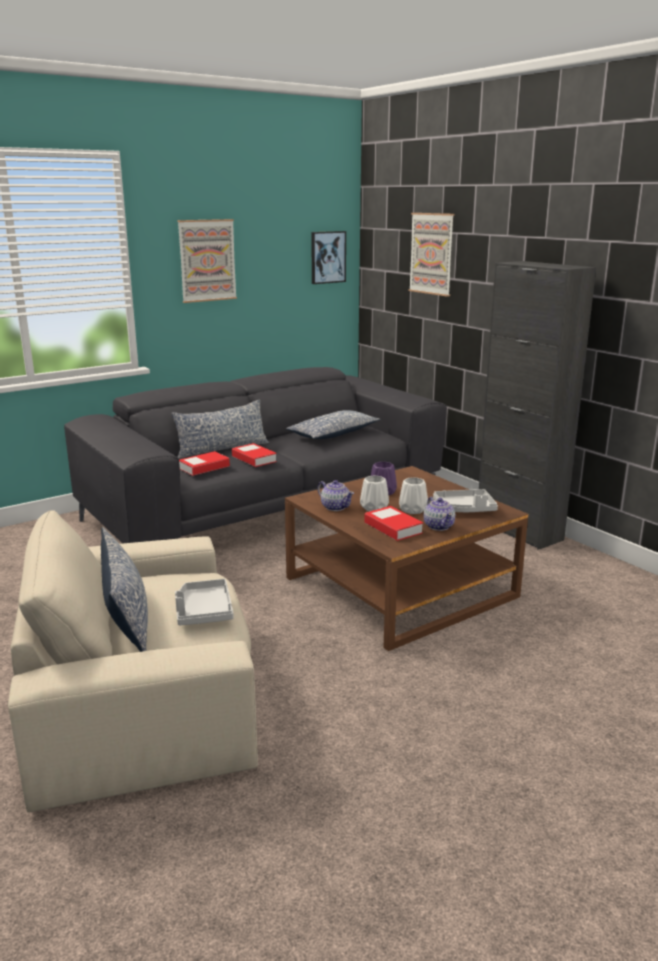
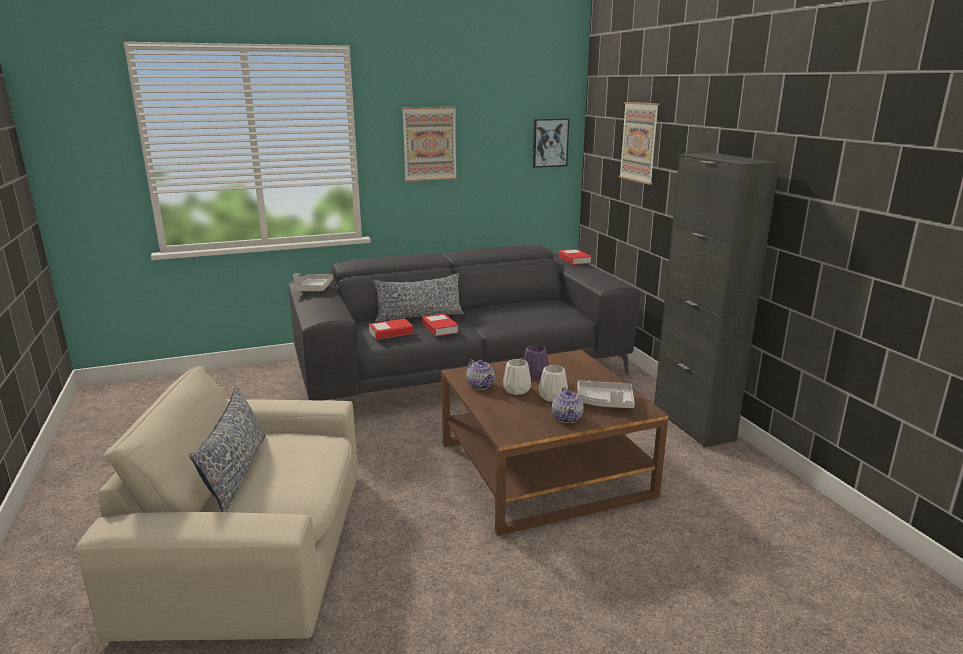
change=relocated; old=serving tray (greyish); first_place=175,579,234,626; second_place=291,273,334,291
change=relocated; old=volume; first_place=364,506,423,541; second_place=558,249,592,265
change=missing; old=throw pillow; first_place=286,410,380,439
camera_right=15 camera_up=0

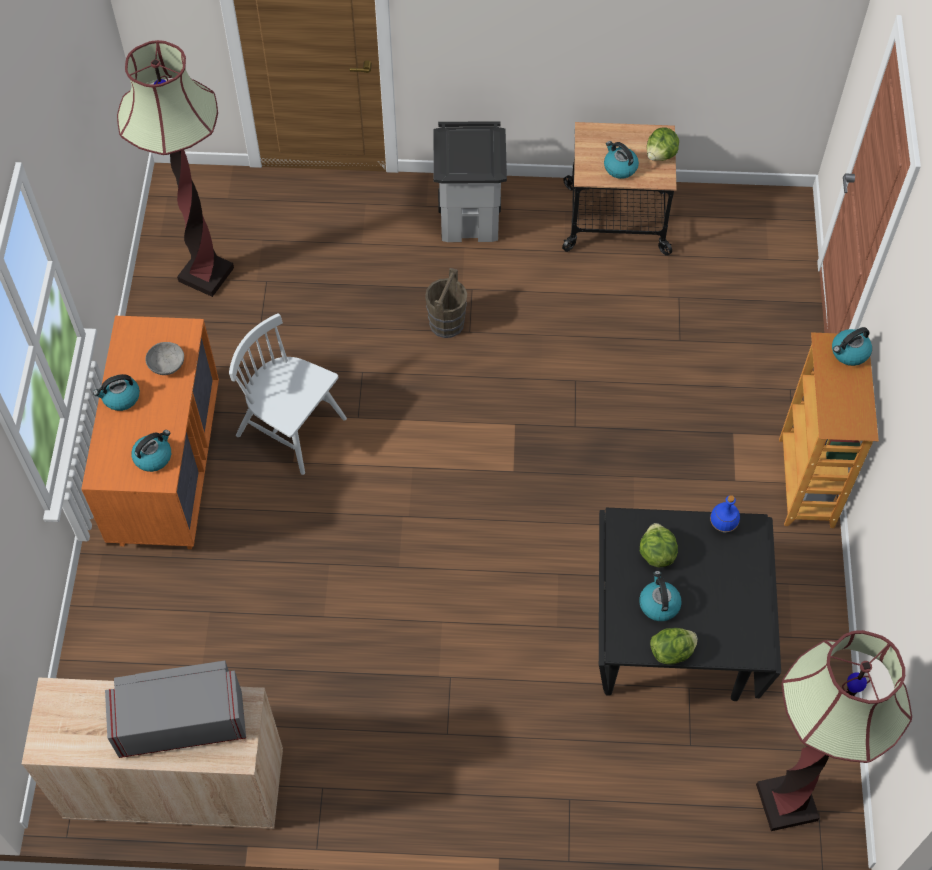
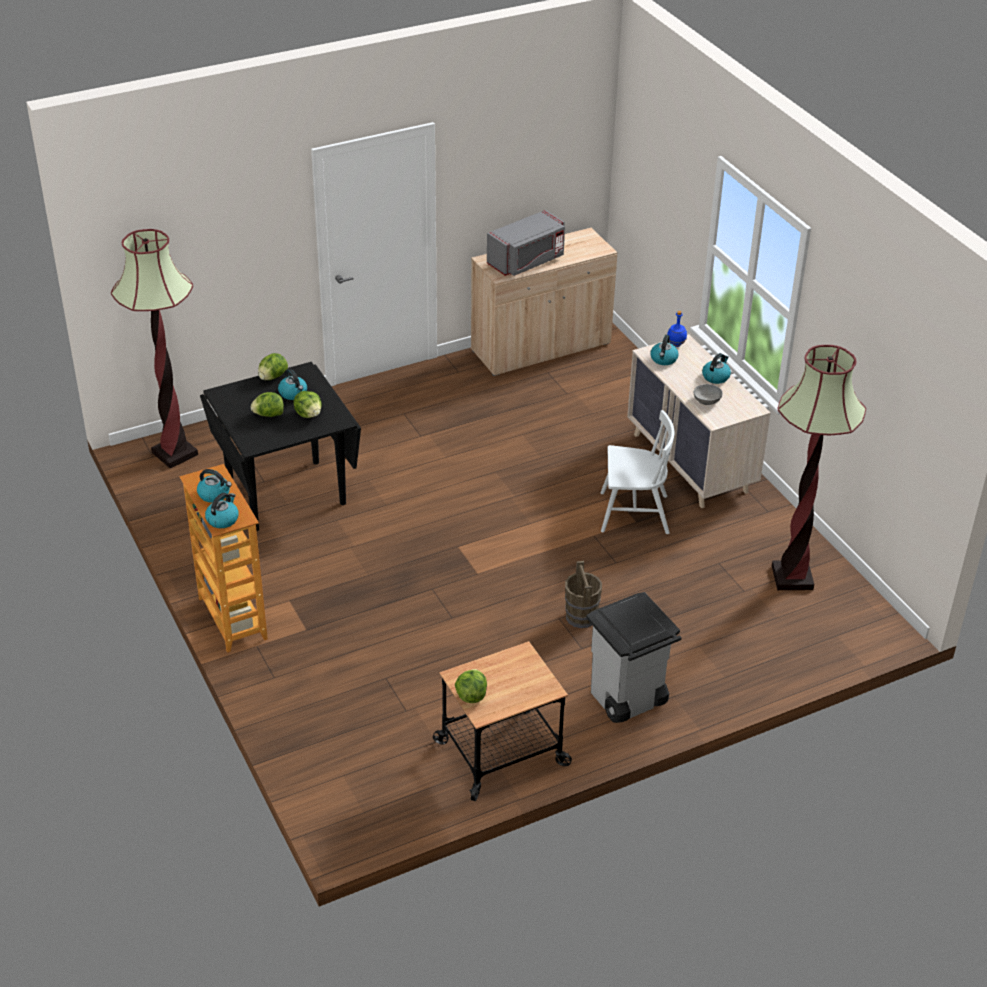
change=relocated; old=kettle; first_place=604,141,639,179; second_place=197,469,232,503
change=appeared; new=head of lettuce; second_place=251,392,284,417
change=colour; old=dresser (orangey); new=dresser (beige-coloured); first_place=81,316,219,549; second_place=627,334,771,508
change=relocated; old=beverage bottle (bluish); first_place=710,495,740,532; second_place=667,311,687,347
camera_right=150 camera_up=-20

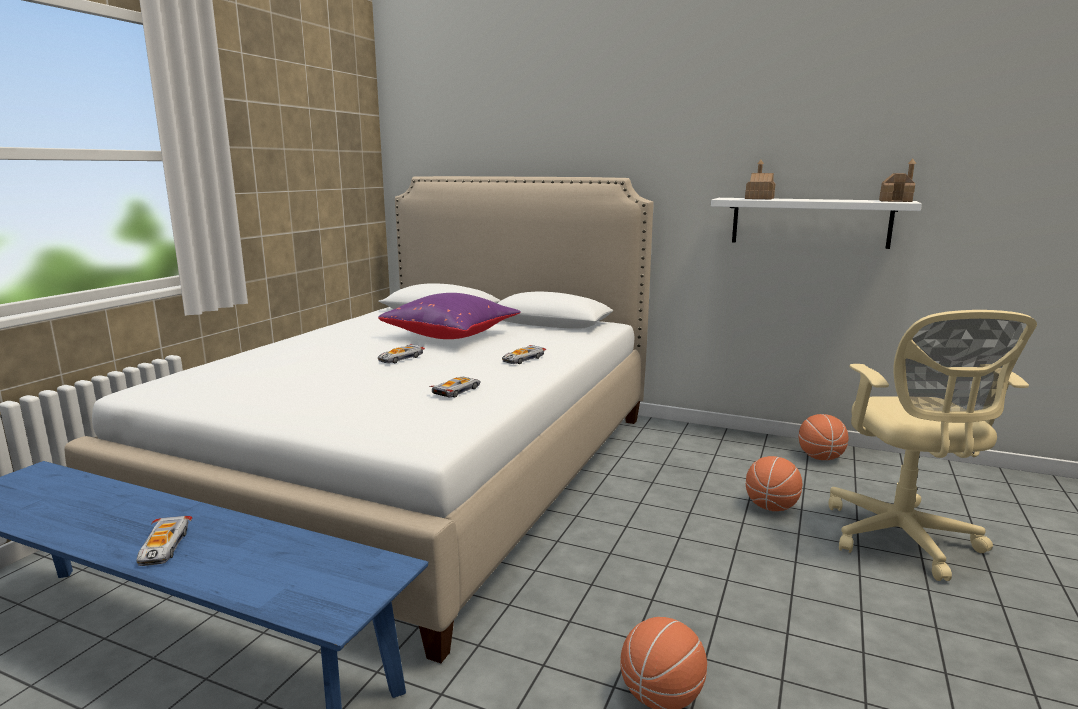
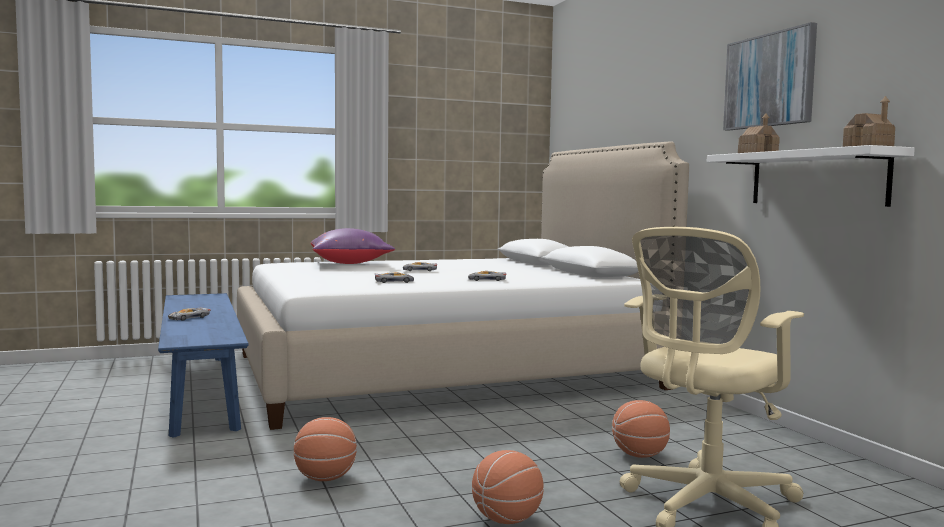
change=relocated; old=throw pillow (purple); first_place=378,293,520,339; second_place=311,228,395,264
change=relocated; old=basketball; first_place=799,414,849,460; second_place=472,450,544,524
change=appeared; new=wall art; second_place=723,22,817,131
camera_right=45 camera_up=-10

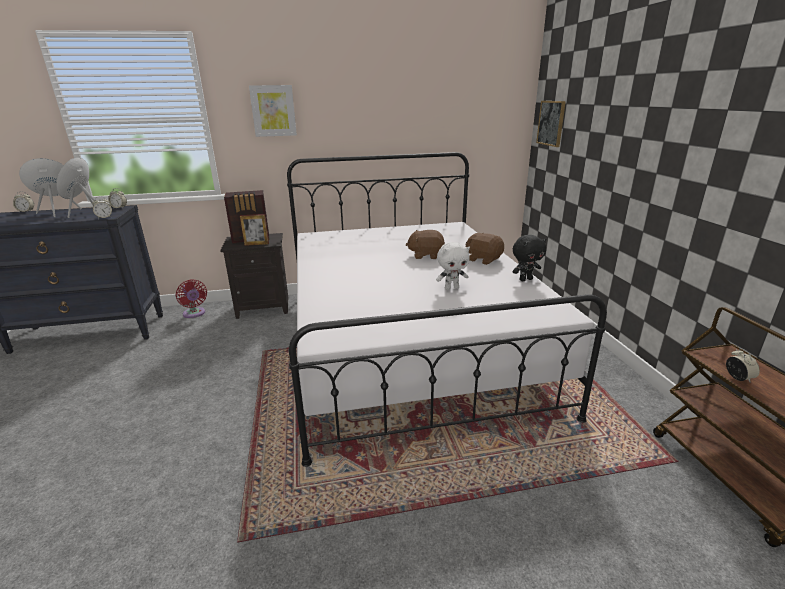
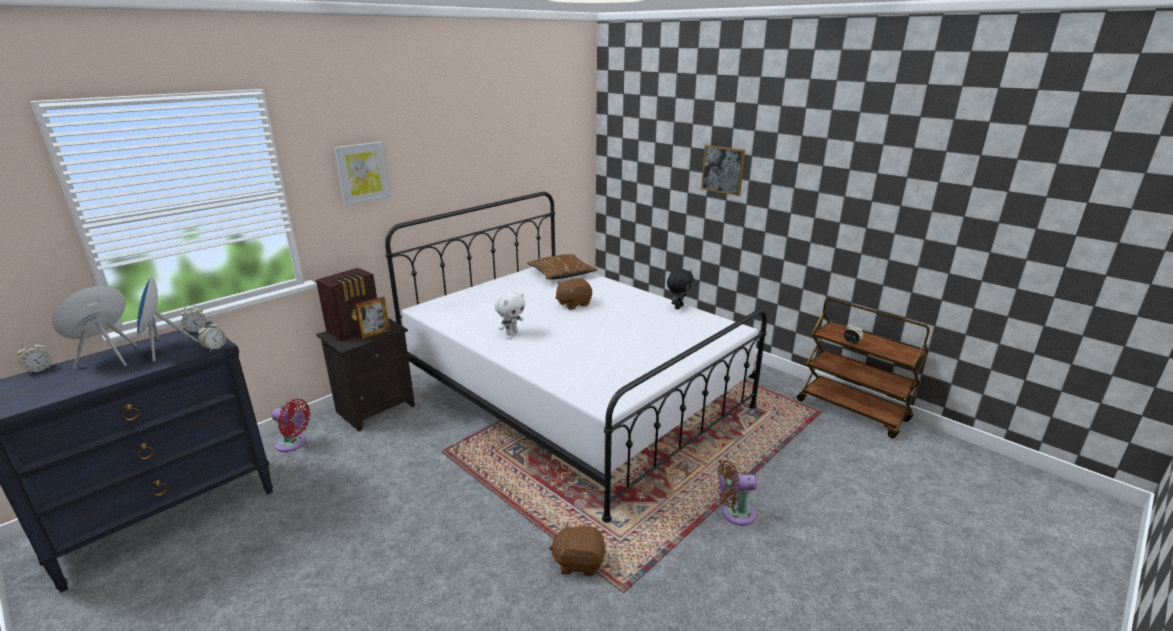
change=relocated; old=plush toy (white); first_place=436,242,470,290; second_place=495,291,525,336
change=appeared; new=throw pillow (brownish); second_place=527,254,597,280
change=relocated; old=plush toy (brownish); first_place=465,233,504,265; second_place=549,522,606,576
change=relocated; old=wall art; first_place=536,101,566,147; second_place=701,145,745,196
change=appeared; new=electric fan (brownish); second_place=717,460,757,526
camera_right=-35 camera_up=0

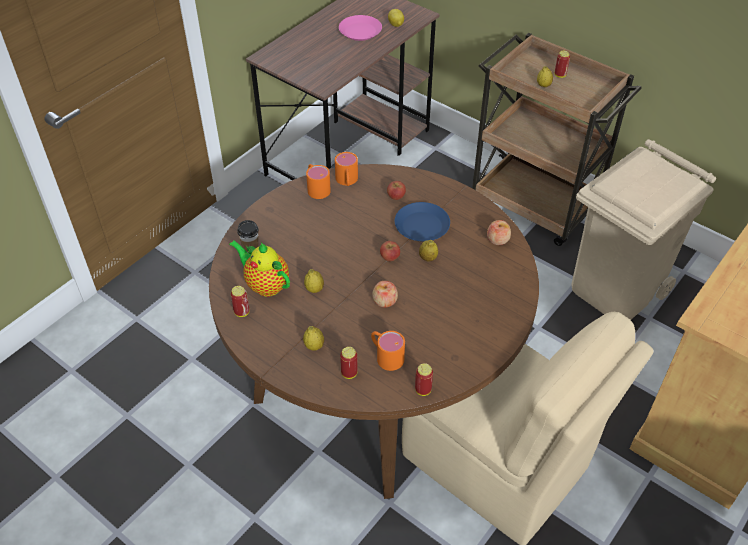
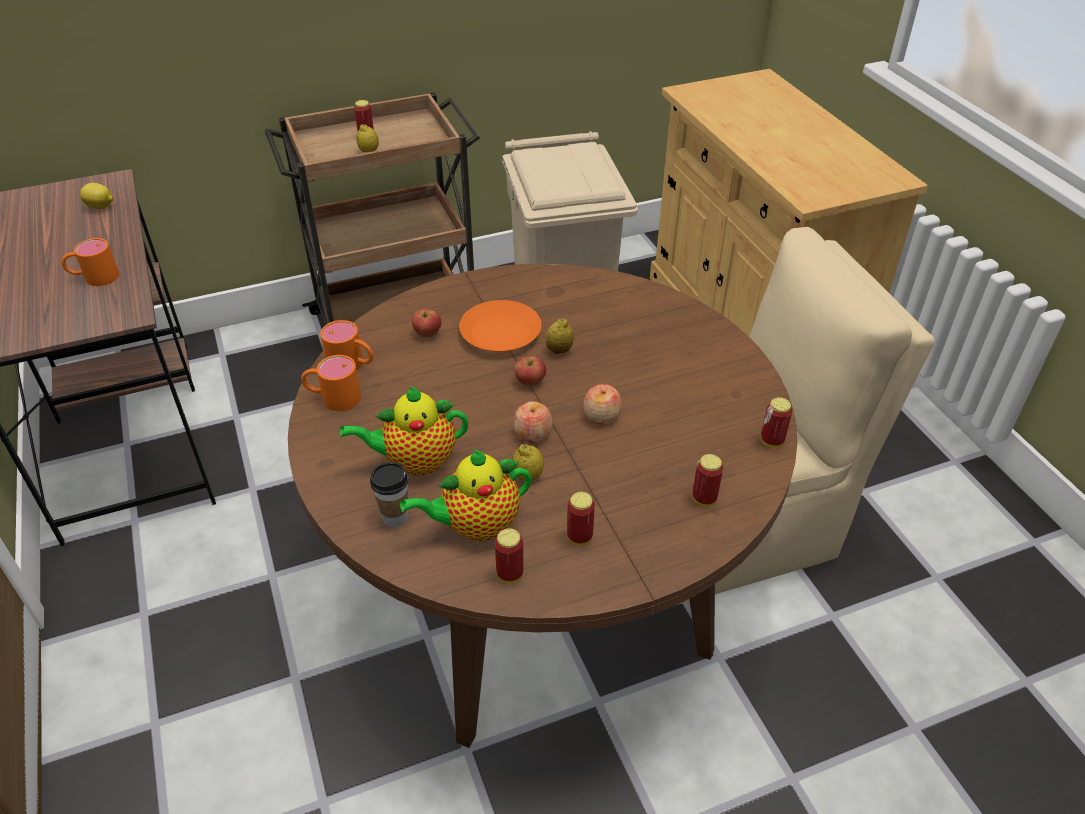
change=relocated; old=tea mug (orangey); first_place=371,331,405,371; second_place=61,238,119,286
change=appeared; new=teapot; second_place=340,386,468,476
change=colour; old=dinner plate (bluish); new=dinner plate (orangey); first_place=395,202,450,241; second_place=459,300,541,352
change=relocated; old=whole apple; first_place=487,220,511,245; second_place=513,401,553,443
change=appeared; new=can; second_place=567,492,595,545
change=missing; old=whole lemon; first_place=303,326,324,351
change=missing; old=dinner plate (pinkish); first_place=339,15,382,41
camera_right=-60 camera_up=-5

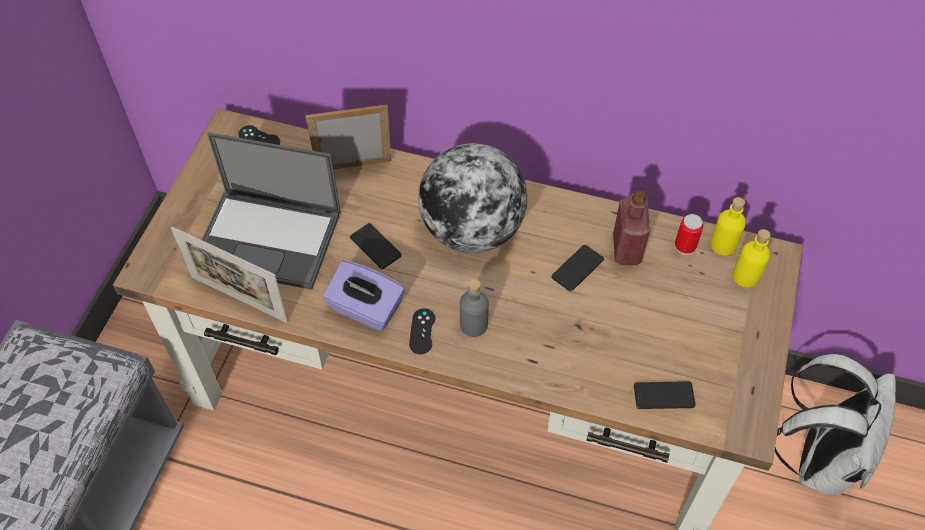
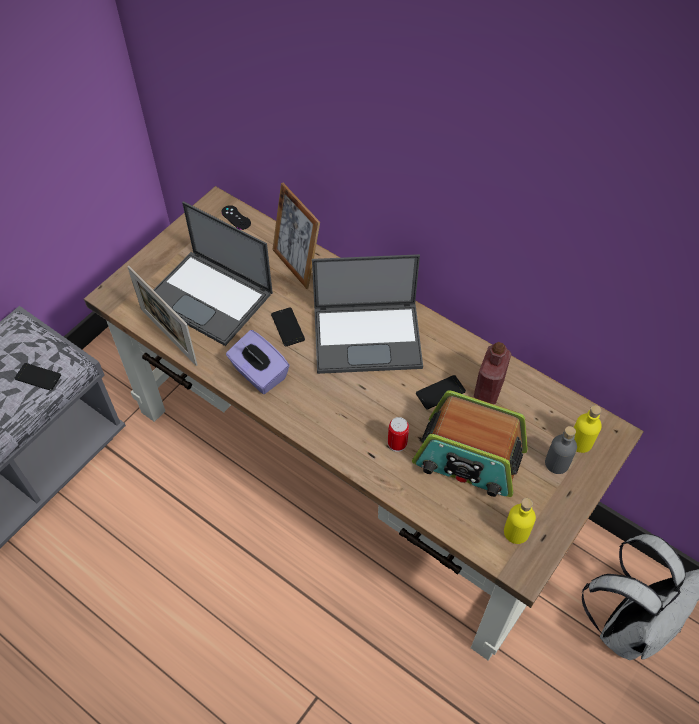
change=relocated; old=phone; first_place=634,381,696,409; second_place=15,363,61,391
change=spun; old=standing frame; first_place=305,105,391,169; second_place=272,183,320,289; degrees=-135
change=exchanged; old=desk globe; new=laptop; first_place=418,143,528,253; second_place=312,254,423,374
change=relocated; old=can; first_place=675,214,704,255; second_place=388,417,409,452
change=appeared; new=radio set; second_place=412,390,528,497
change=relocated; old=beverage bottle (yellowish); first_place=710,197,746,256; second_place=504,498,536,544
change=relocated; old=beverage bottle (greyish); first_place=460,279,489,337; second_place=545,426,577,474
change=missing; old=joypad (black-coloured); first_place=409,308,435,354
camera_right=20 camera_up=0

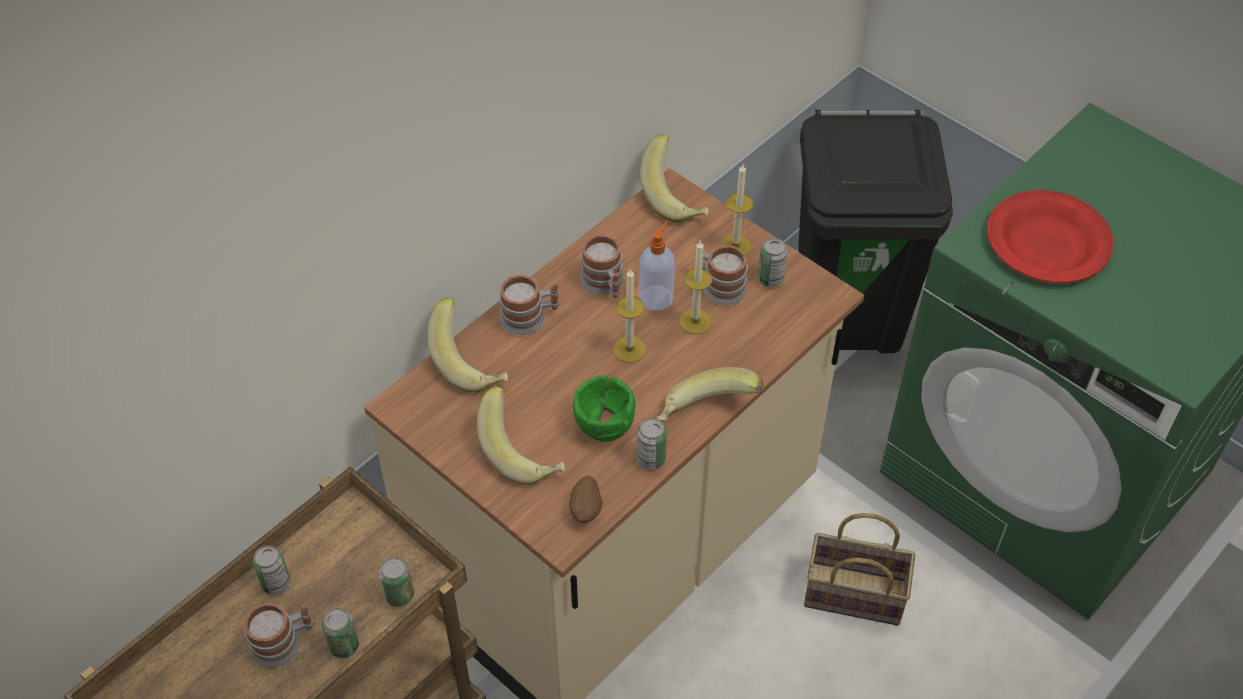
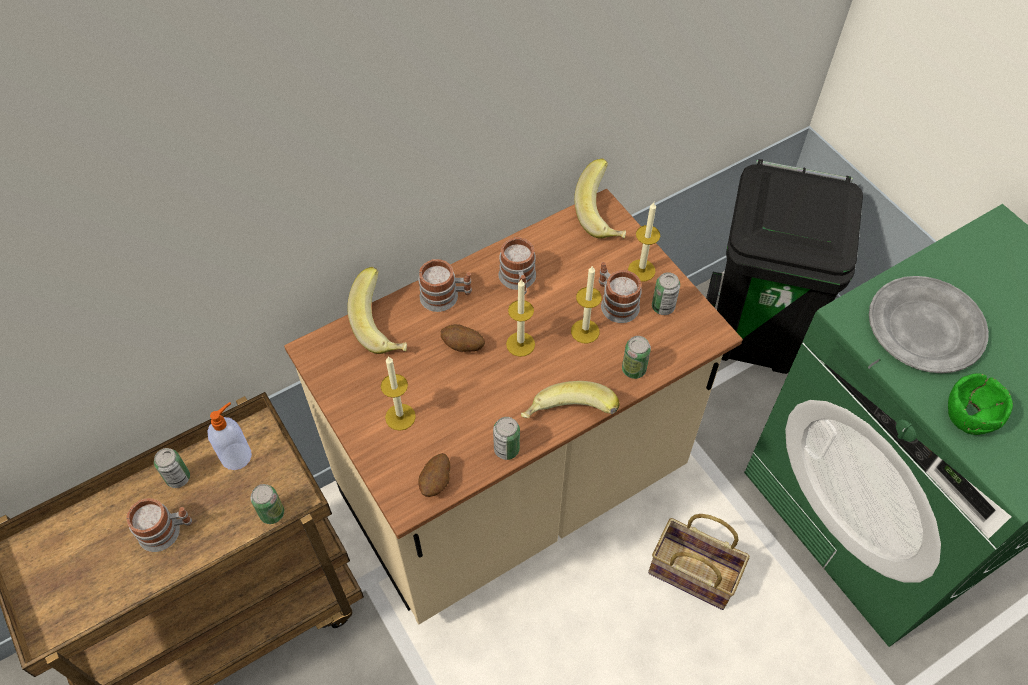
change=relocated; old=liquid soap bottle; first_place=639,221,675,311; second_place=208,402,252,470
change=exchanged; old=banana; new=wax light; first_place=477,386,566,485; second_place=381,356,416,431
change=appeared; new=whole potato; second_place=441,324,485,352
change=relocated; old=can; first_place=322,608,359,658; second_place=622,336,651,379
change=colour; old=dinner plate (red); new=dinner plate (greyish); first_place=987,190,1114,283; second_place=869,276,989,373
change=relocated; old=bowl (greenish); first_place=573,375,635,442; second_place=948,373,1013,435
camera_right=15 camera_up=5

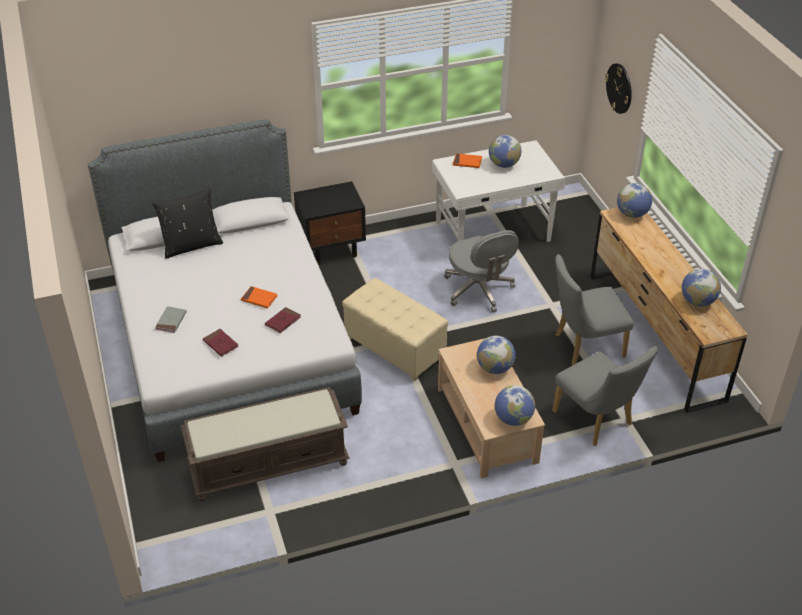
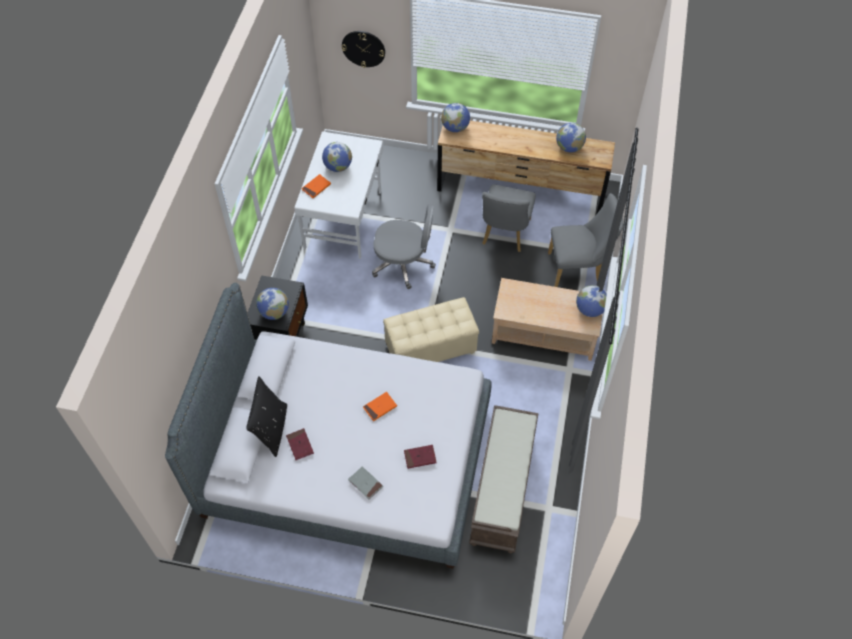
change=relocated; old=desk globe; first_place=477,335,515,374; second_place=256,288,289,320
change=relocated; old=volume (red); first_place=265,307,301,333; second_place=286,428,314,460
camera_right=-60 camera_up=15

